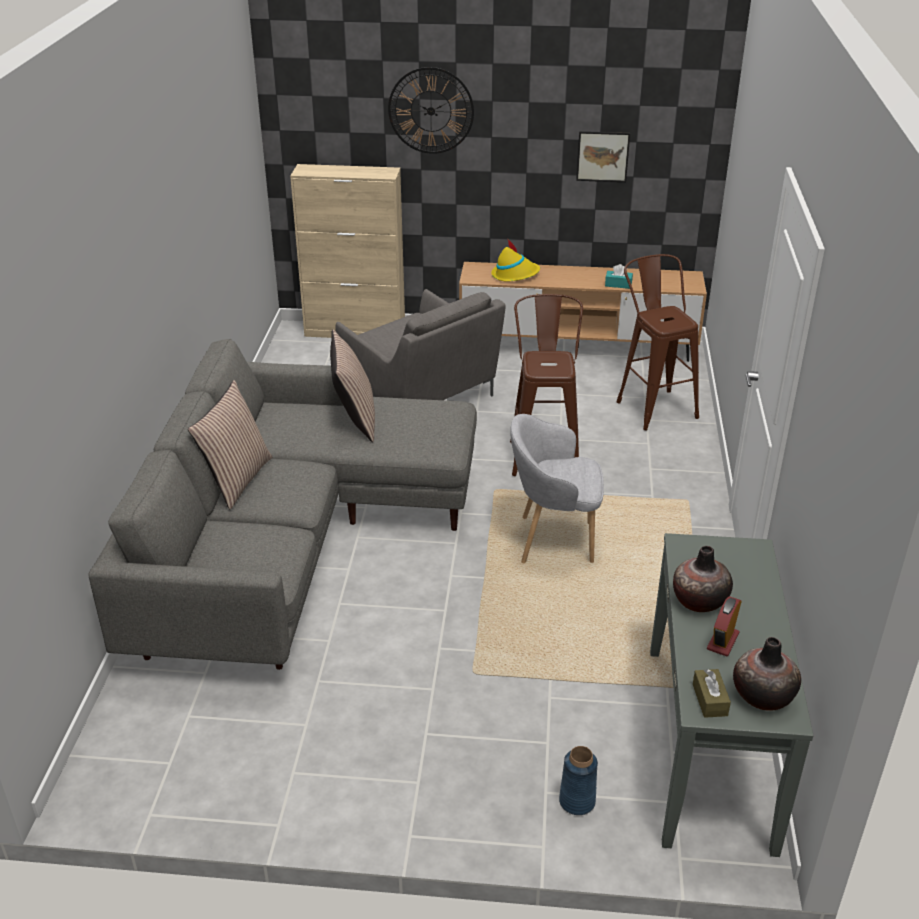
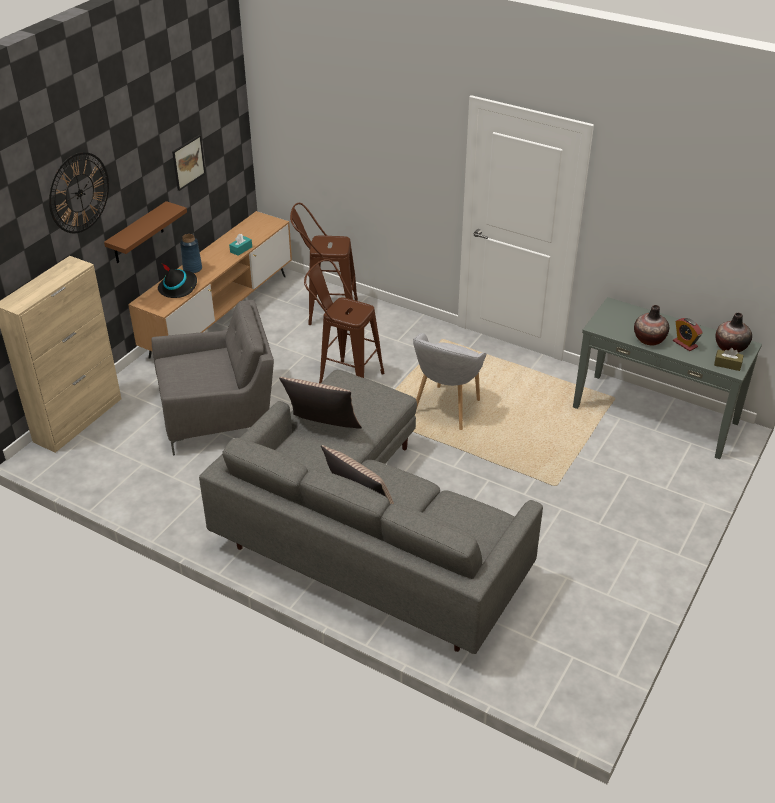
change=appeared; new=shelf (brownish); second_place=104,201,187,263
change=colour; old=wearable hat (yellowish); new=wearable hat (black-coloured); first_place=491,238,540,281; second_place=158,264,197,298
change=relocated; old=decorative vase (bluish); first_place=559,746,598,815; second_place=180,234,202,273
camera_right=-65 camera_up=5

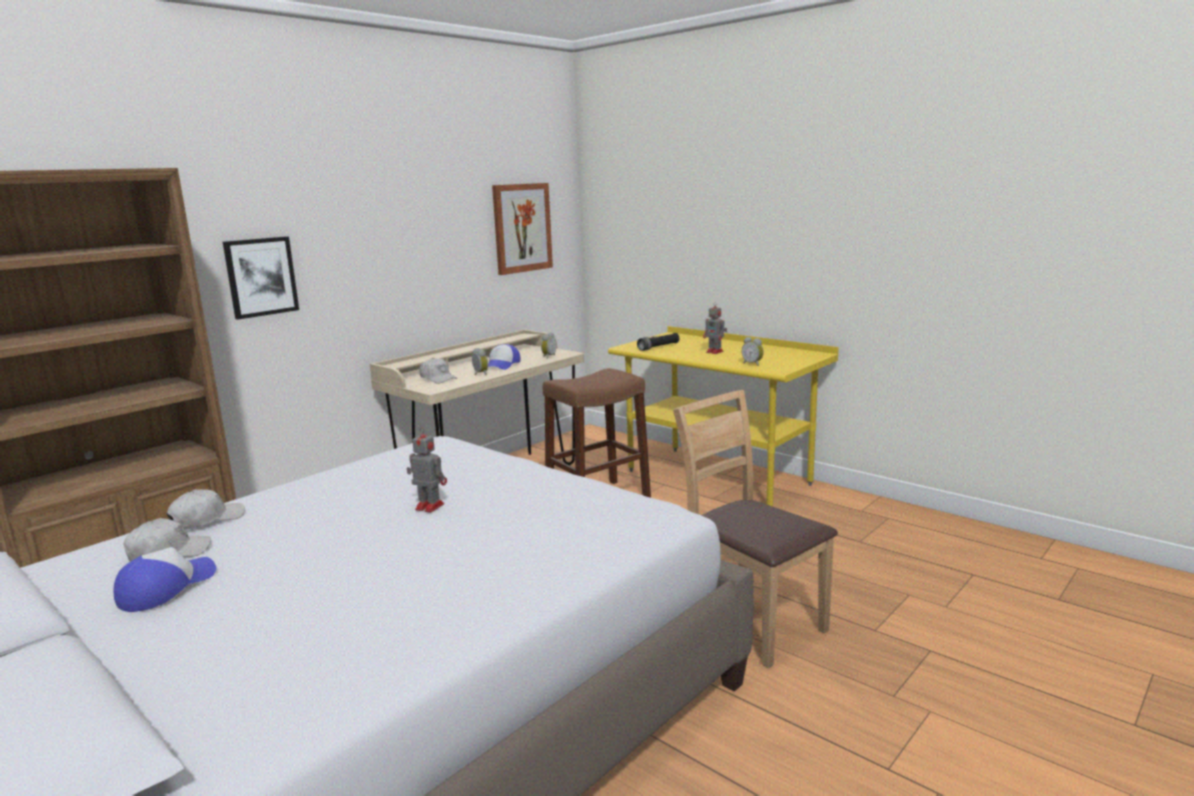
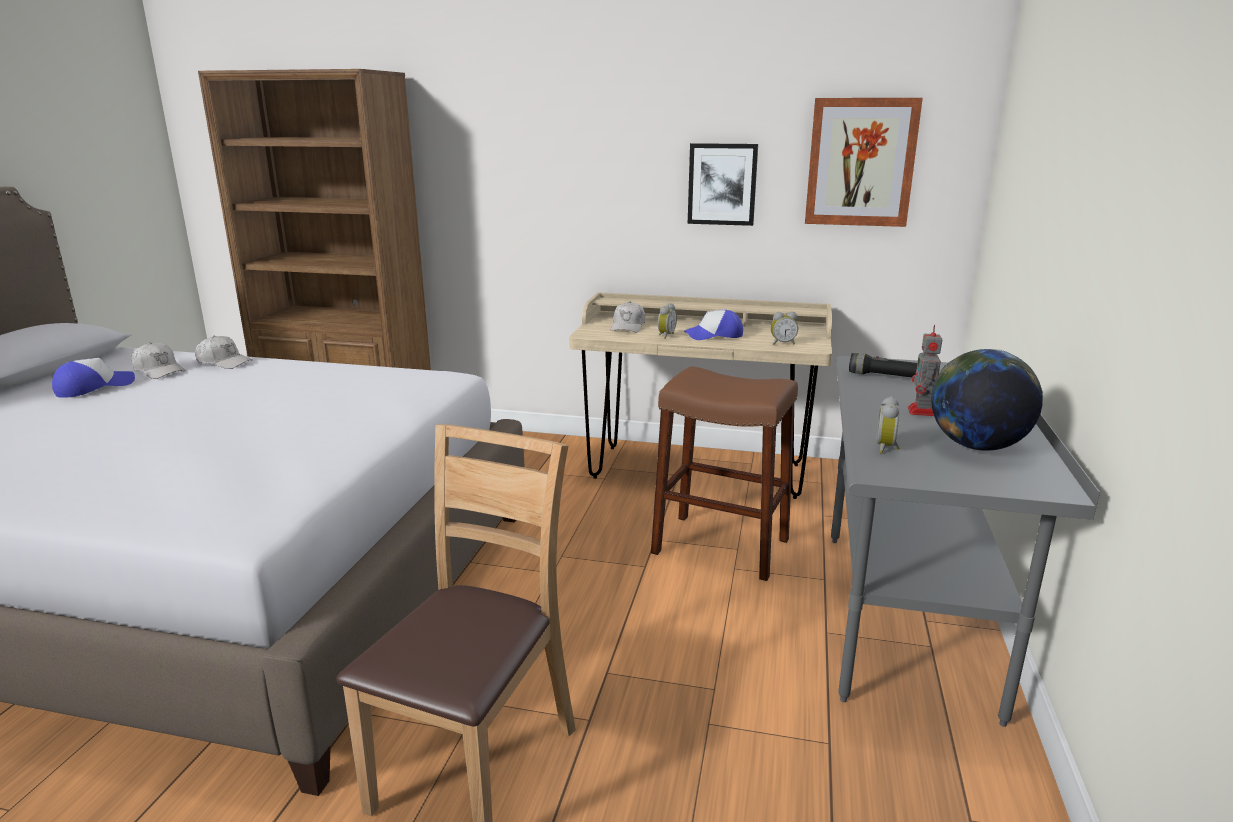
change=spun; old=cap; first_place=113,547,216,612; second_place=52,358,135,398; degrees=-45
change=relocated; old=wall art; first_place=223,236,299,320; second_place=688,143,758,226
change=colour; old=desk (yellowish); new=desk (greyish); first_place=608,326,839,507; second_place=831,356,1100,727
change=appeared; new=desk globe; second_place=931,349,1043,451
change=missing; old=robot figure; first_place=406,427,447,513
camera_right=60 camera_up=5

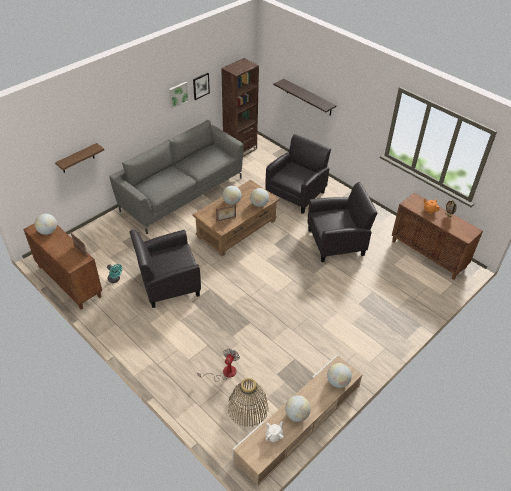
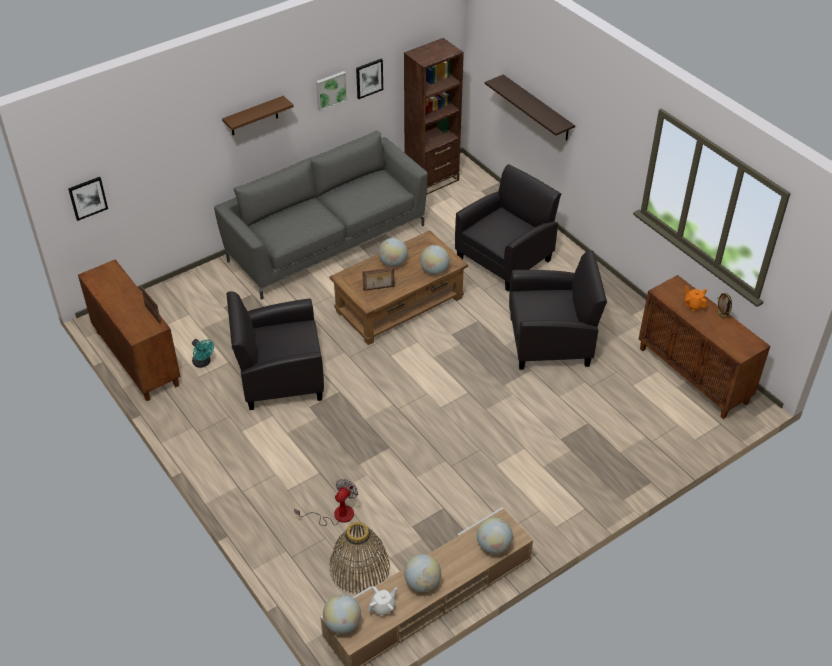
change=appeared; new=wall art; second_place=68,177,108,221
change=relocated; old=shelf (brownish); first_place=55,143,104,173; second_place=222,96,294,135
change=relocated; old=desk globe; first_place=35,214,57,235; second_place=323,594,361,634
camera_right=10 camera_up=0

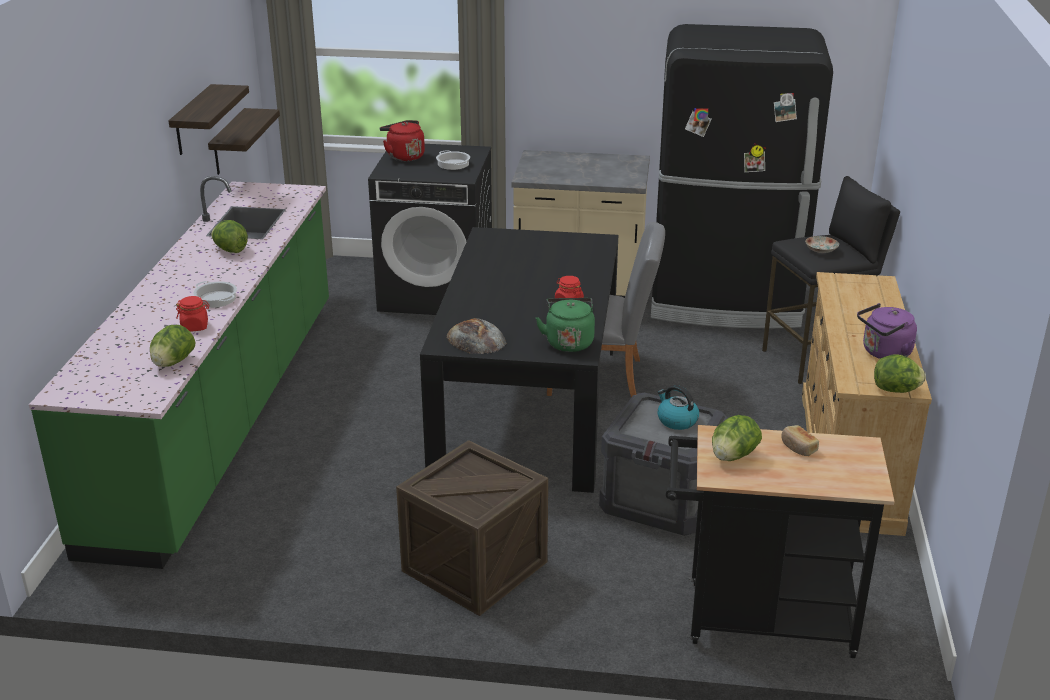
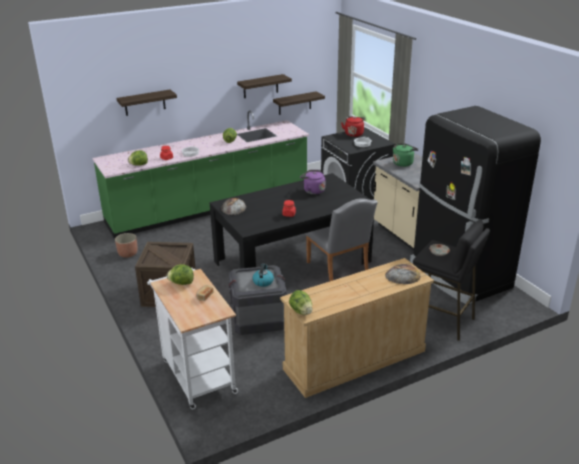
change=appeared; new=plant pot; second_place=115,233,137,258
change=appeared; new=shelf; second_place=116,90,177,116
change=colour; old=trolley (black-coloured); new=trolley (white); first_place=666,425,895,658; second_place=147,268,238,409
change=relocated; old=kettle (purple); first_place=857,303,917,359; second_place=300,170,325,194
change=appeared; new=bakery bread; second_place=385,264,421,284
change=relocated; old=kettle (greenish); first_place=536,298,595,352; second_place=393,143,419,167
camera_right=55 camera_up=0

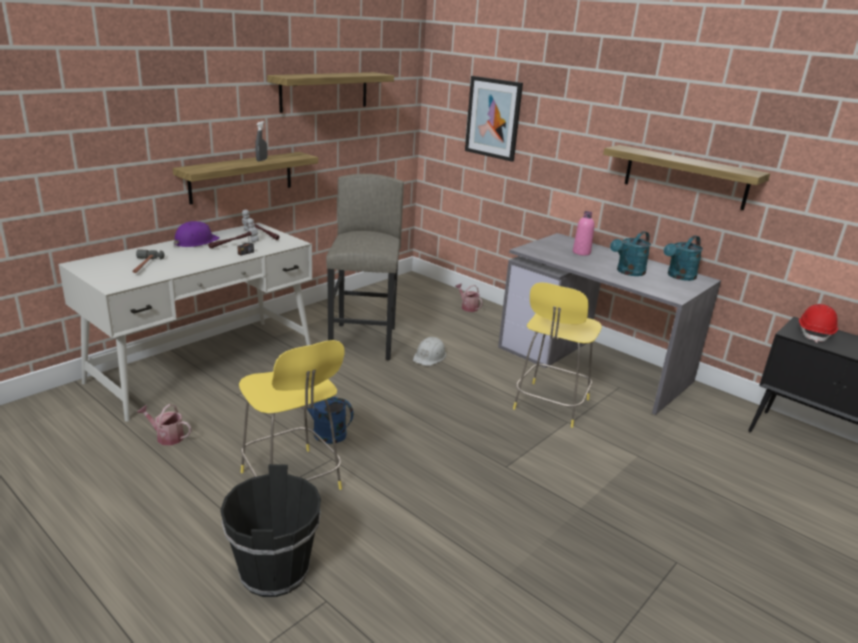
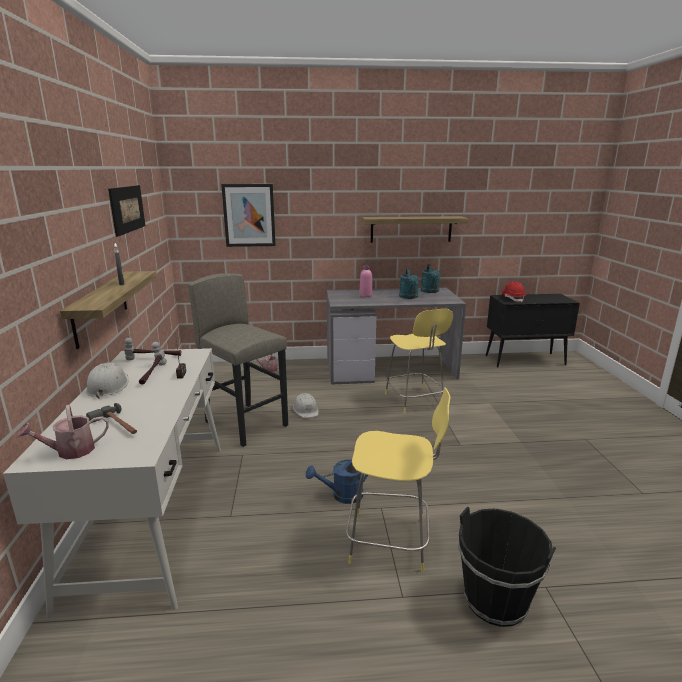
change=relocated; old=watering pot; first_place=137,404,192,445; second_place=17,405,109,459
change=colour; old=safety helmet (purple); new=safety helmet (white); first_place=174,221,220,247; second_place=86,363,129,399
change=exchanged; old=shelf; new=wall art; first_place=267,72,394,113; second_place=108,185,145,237
camera_right=-45 camera_up=-5

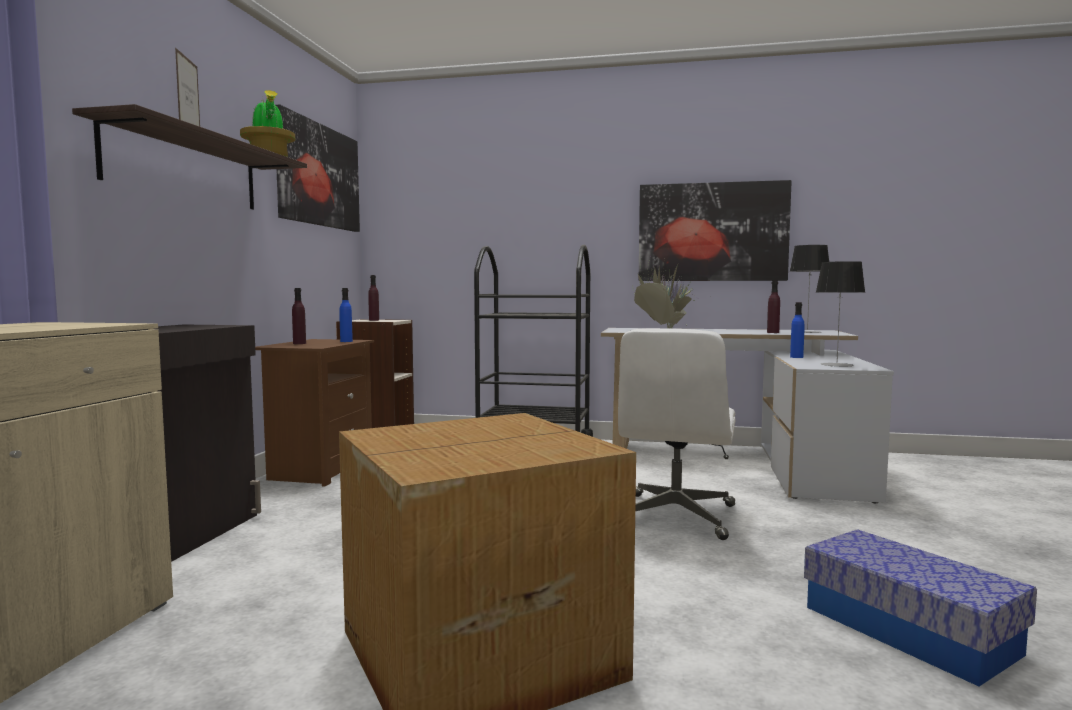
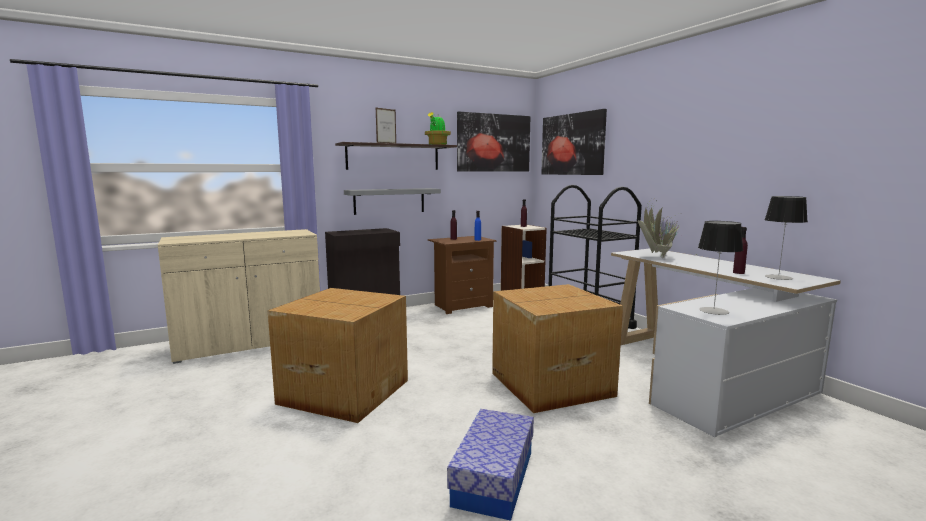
change=appeared; new=shelf (greyish); second_place=344,188,441,215
change=exchanged; old=desk chair (white); new=packing box; first_place=618,328,735,540; second_place=492,284,623,413
change=relocated; old=wall art; first_place=638,180,792,281; second_place=541,109,607,175
change=missing; old=beverage bottle (bluish); first_place=790,302,804,358
camera_right=50 camera_up=5

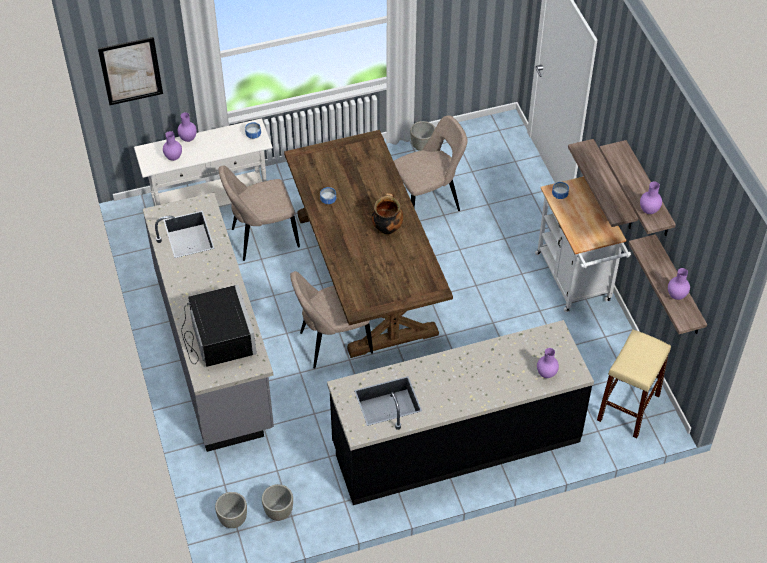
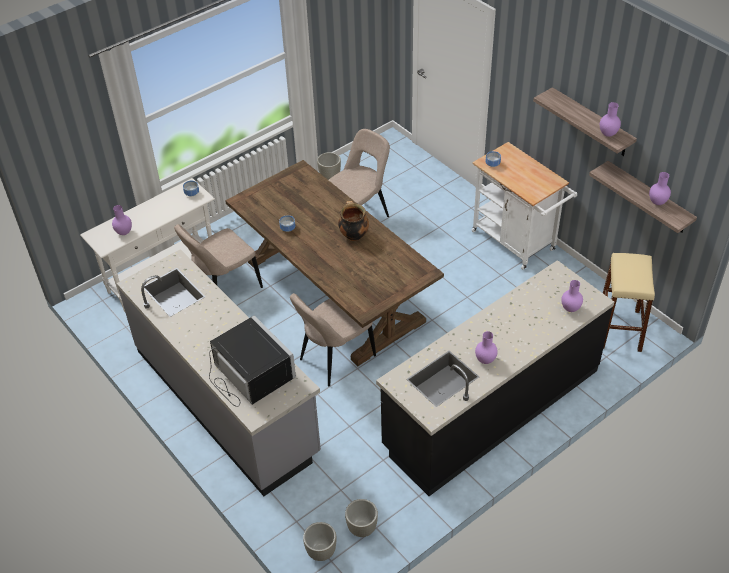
change=relocated; old=decorative vase (purple); first_place=178,112,197,142; second_place=475,331,498,364
change=missing; old=wall art; first_place=98,37,163,105
change=missing; old=shelf; first_place=568,139,638,229
camera_right=-20 camera_up=-5

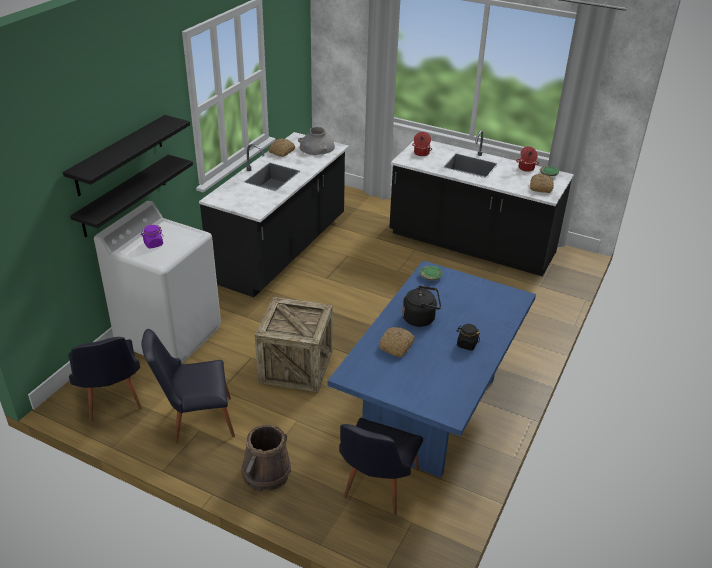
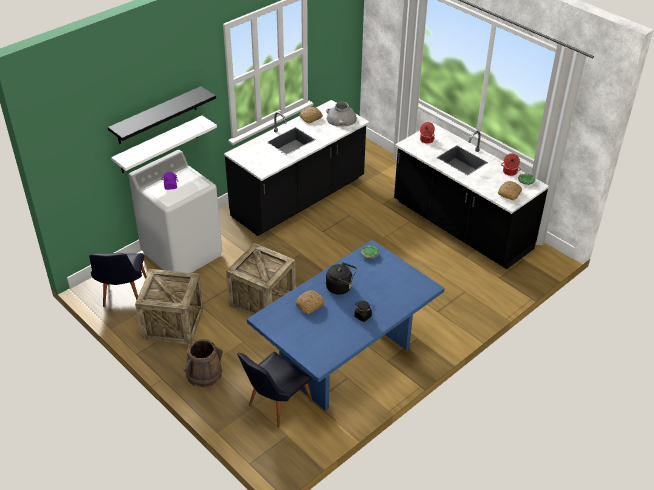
change=colour; old=shelf (black-coloured); new=shelf (white); first_place=70,155,193,238; second_place=111,115,217,173
change=exchanged; old=upright chair (black-coloured); new=crate; first_place=141,329,235,443; second_place=135,269,203,345
camera_right=20 camera_up=5

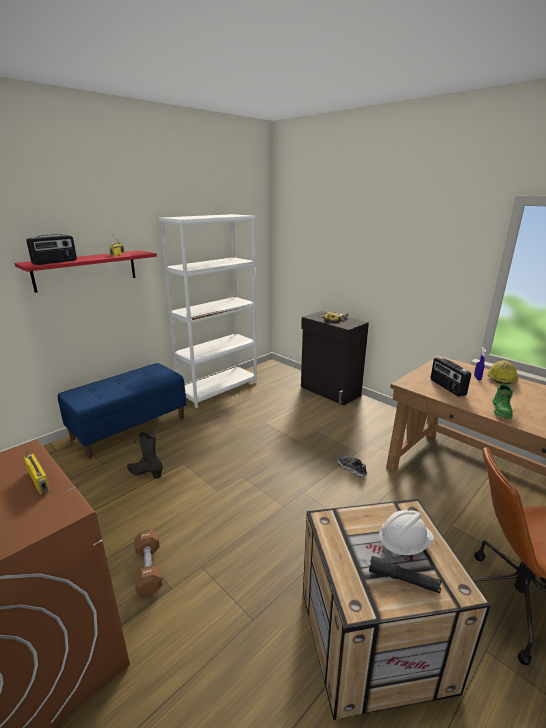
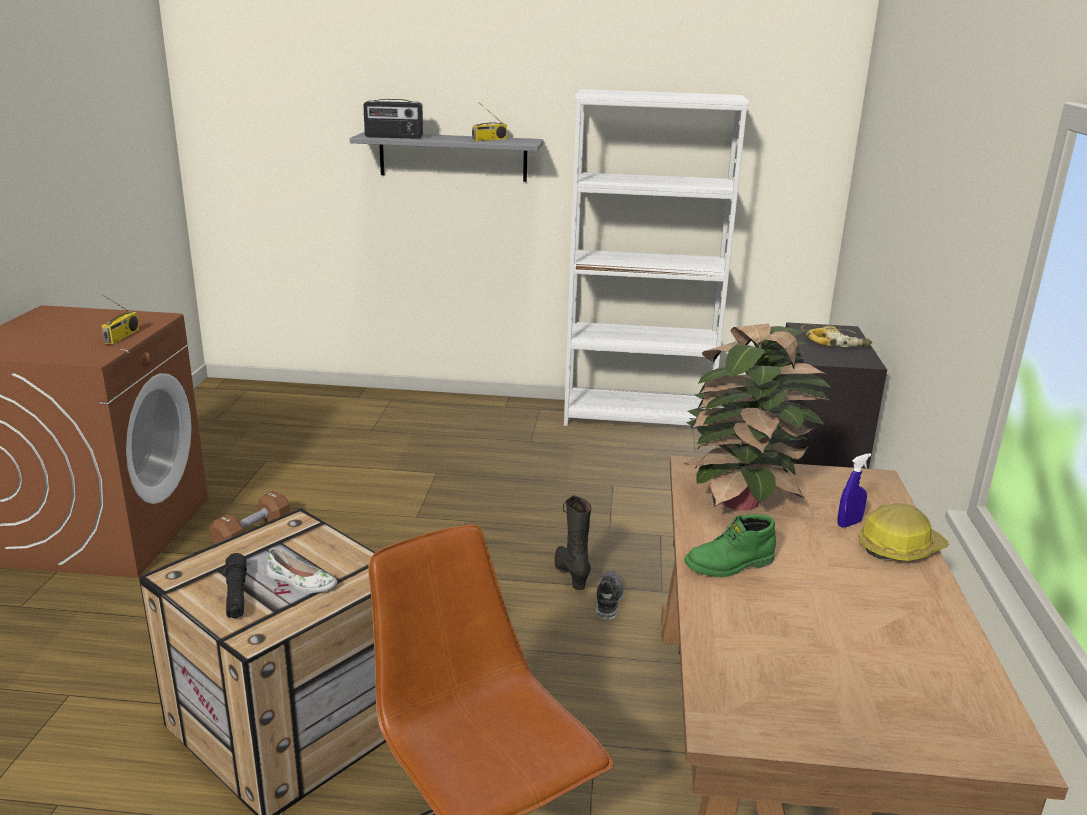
change=exchanged; old=safety helmet (white); new=low shoe (white); first_place=379,510,434,557; second_place=266,548,337,593
change=colour; old=shelf (red); new=shelf (greyish); first_place=14,250,157,293; second_place=350,132,543,182
change=relocated; old=high-top boot (black-coloured); first_place=127,432,163,479; second_place=555,495,591,590
change=exchanged; old=radio set; new=potted plant; first_place=431,357,471,397; second_place=684,324,830,511
change=missing; old=indoor bench (bluish); first_place=58,363,186,459
camera_right=50 camera_up=0

